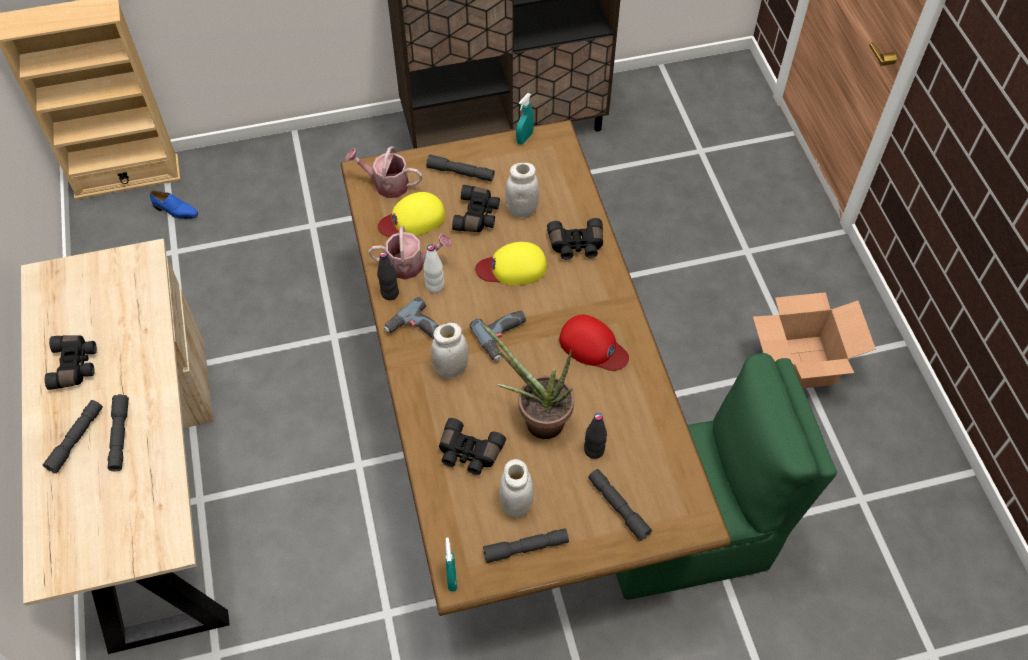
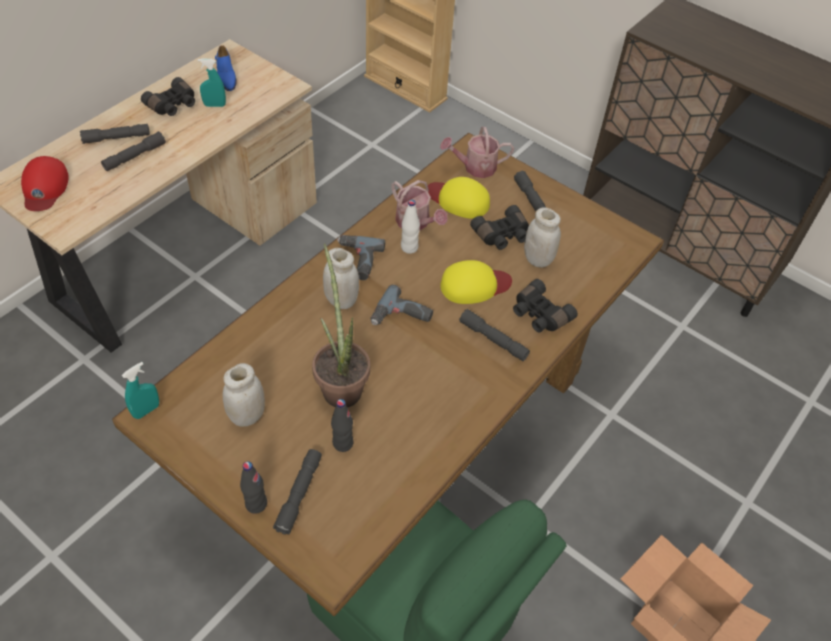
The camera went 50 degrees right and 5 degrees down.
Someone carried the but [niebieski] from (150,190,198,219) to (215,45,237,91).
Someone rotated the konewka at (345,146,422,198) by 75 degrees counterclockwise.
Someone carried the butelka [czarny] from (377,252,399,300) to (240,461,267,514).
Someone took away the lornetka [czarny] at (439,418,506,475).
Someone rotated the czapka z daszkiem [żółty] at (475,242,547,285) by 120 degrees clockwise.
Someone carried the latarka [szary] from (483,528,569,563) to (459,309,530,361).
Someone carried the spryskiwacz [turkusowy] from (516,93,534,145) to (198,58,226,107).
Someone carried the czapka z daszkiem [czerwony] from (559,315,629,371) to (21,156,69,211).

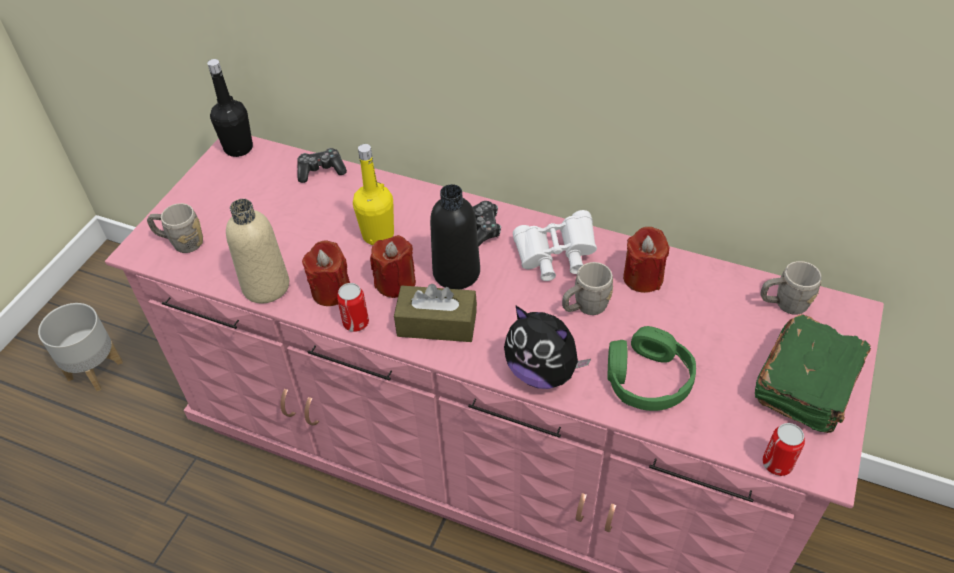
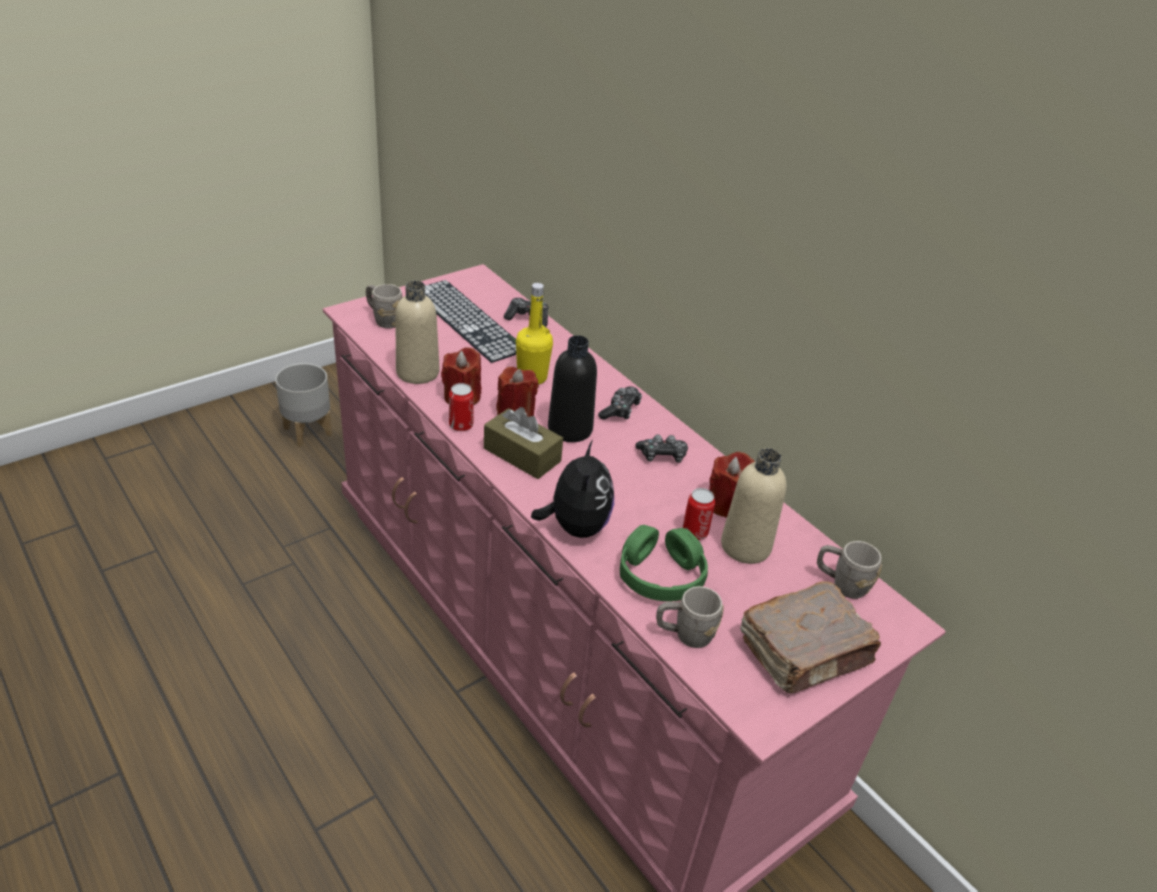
The camera went 25 degrees right and 10 degrees down.
Someone took away the butelka [czarny] at (207,59,253,157).
Someone rotated the pluszak at (504,305,591,389) by 150 degrees counterclockwise.
Someone swapped the lornetka [biały] at (513,210,597,281) for the pad do gier at (635,435,688,463).
Someone carried the kubek [szary] from (562,262,613,315) to (656,586,724,648).
Someone repainted the książka [zielony] at (755,314,871,433), which became the książka [brązowy] at (740,581,881,694).
Someone carried the puszka from (762,423,805,476) to (682,488,715,540).
Someone put down the klawiatura at (425,280,516,363).
Someone put down the butelka [beżowy] at (721,448,786,564).

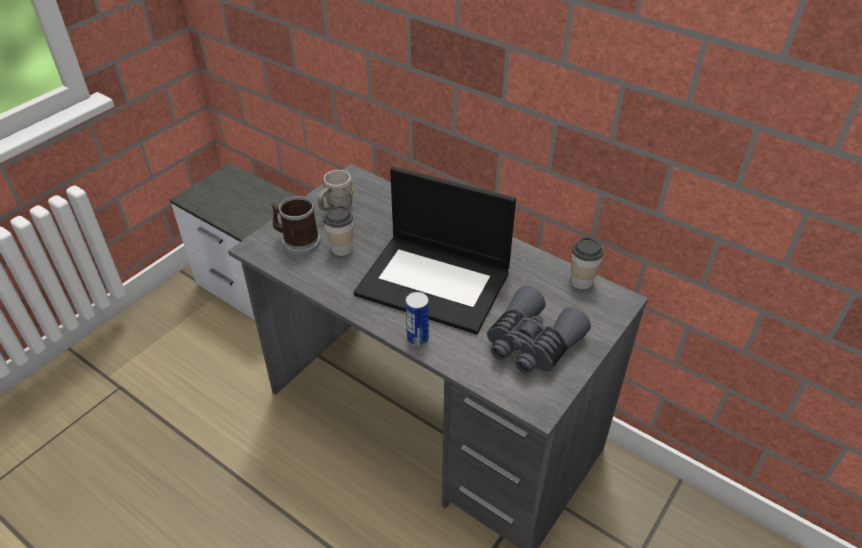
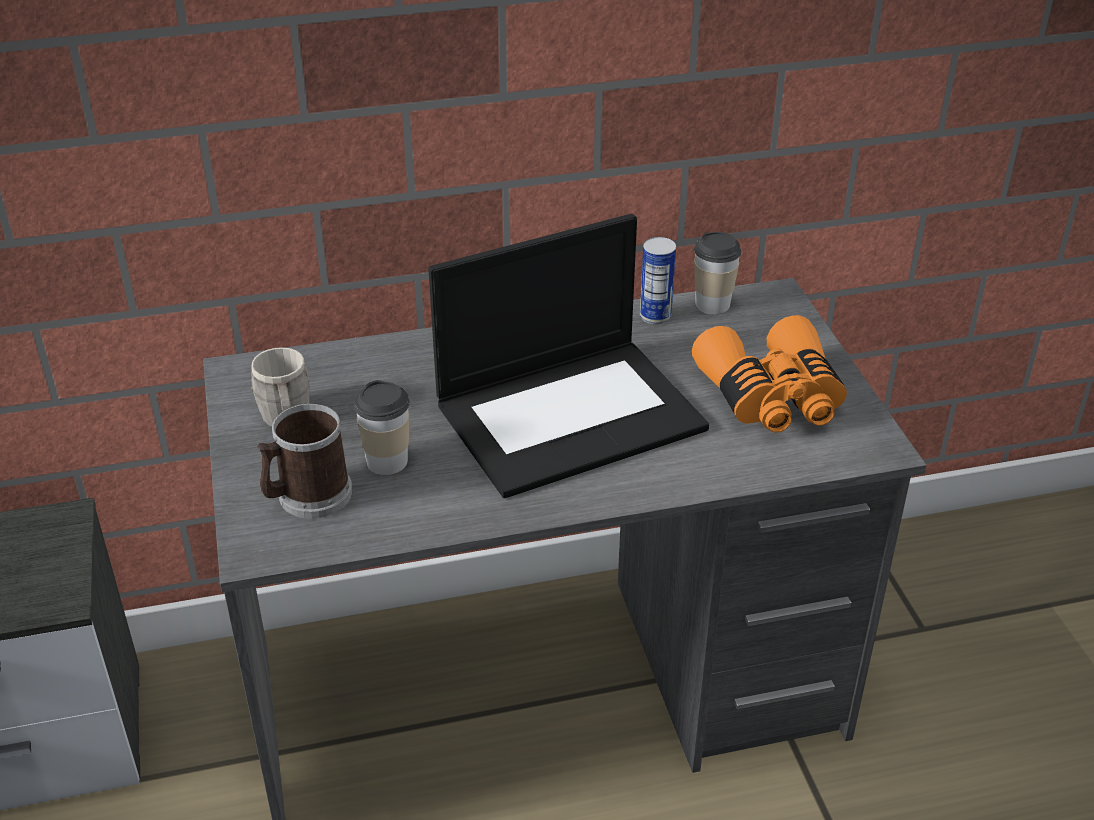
The camera went 50 degrees left and 5 degrees down.
Someone carried the puszka from (406,292,429,347) to (640,237,676,325).
Someone repainted the lornetka [szary] at (487,286,591,374), which became the lornetka [pomarańczowy] at (692,315,847,433).

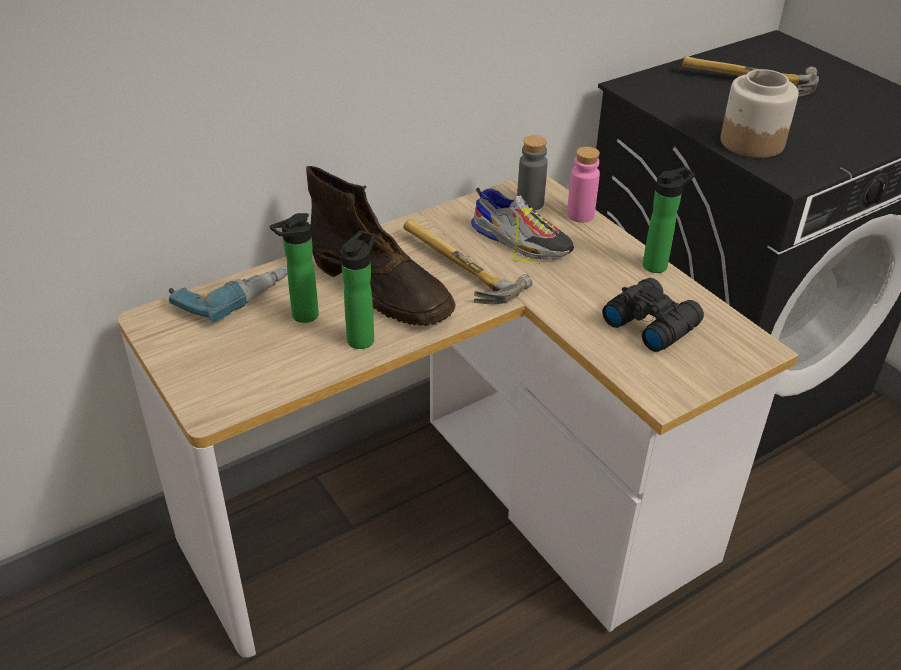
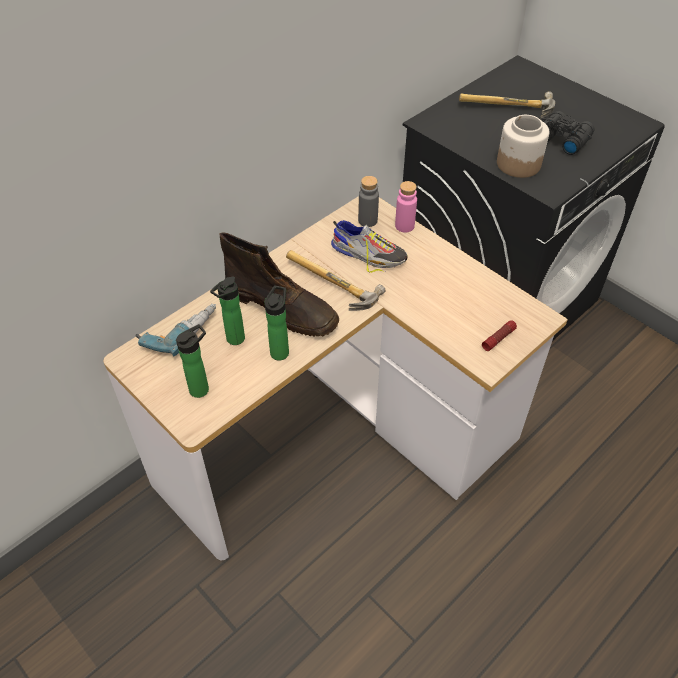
The camera went 10 degrees left and 10 degrees up.
Someone carried the lornetka [czarny] from (602,278,704,352) to (542,111,594,155).
Someone carried the butelka from (643,167,695,273) to (176,324,209,398).
Someone put down the latarka at (482,320,517,351).

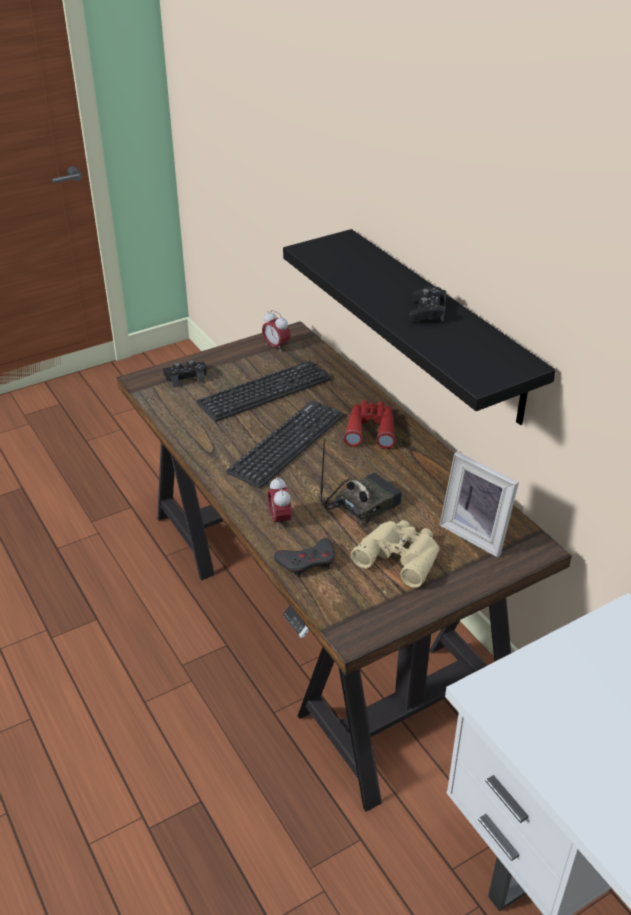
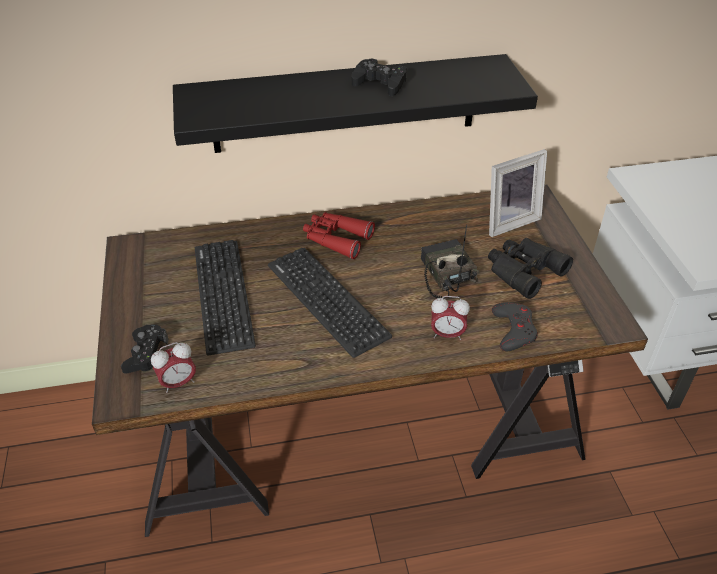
The camera went 70 degrees left and 5 degrees up.
Someone carried the budzik from (262,310,290,352) to (151,342,196,393).
Someone repainted the lornetka [beżowy] at (351,520,440,588), which became the lornetka [czarny] at (488,238,573,299).

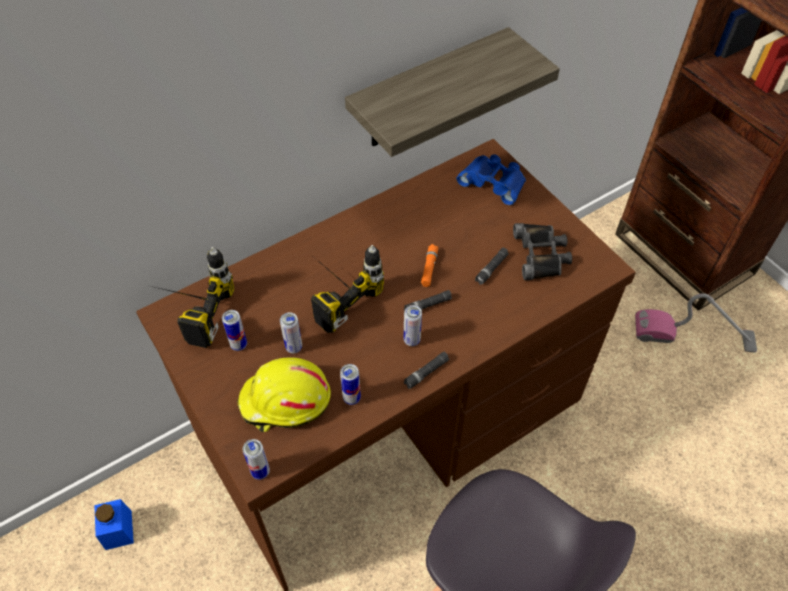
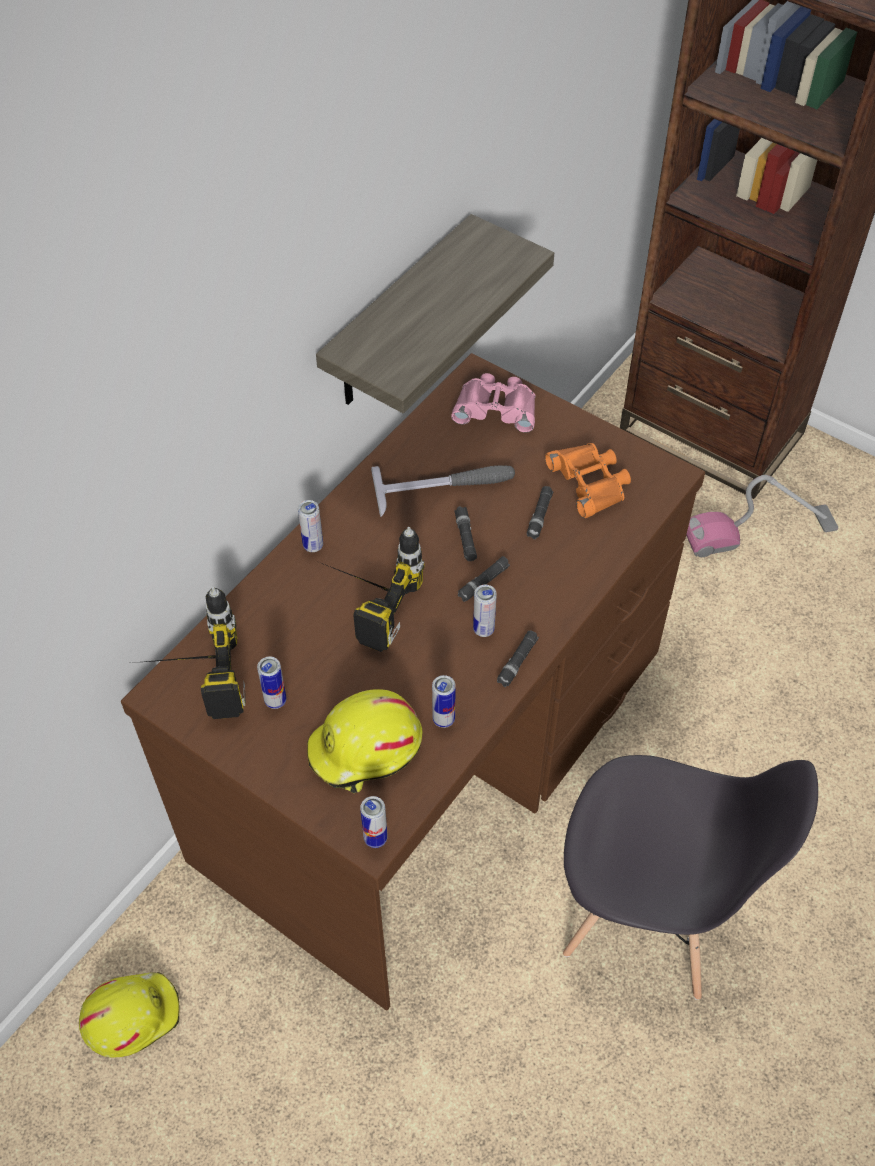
The camera went 20 degrees left and 0 degrees up.
Someone swapped the słoik [niebieski] at (94,499,134,550) for the kask [żółty] at (79,972,180,1058).
Someone carried the puszka from (280,312,302,354) to (298,500,323,552).
Someone repainted the latarka [pomarańczowy] at (421,244,438,287), which became the latarka [czarny] at (455,506,477,561).
Someone repainted the lornetka [niebieski] at (456,154,526,205), which became the lornetka [różowy] at (451,373,536,433).
Someone repainted the lornetka [czarny] at (513,223,572,280), which became the lornetka [pomarańczowy] at (545,443,631,518).
Someone put down the młotek at (371,465,515,517).

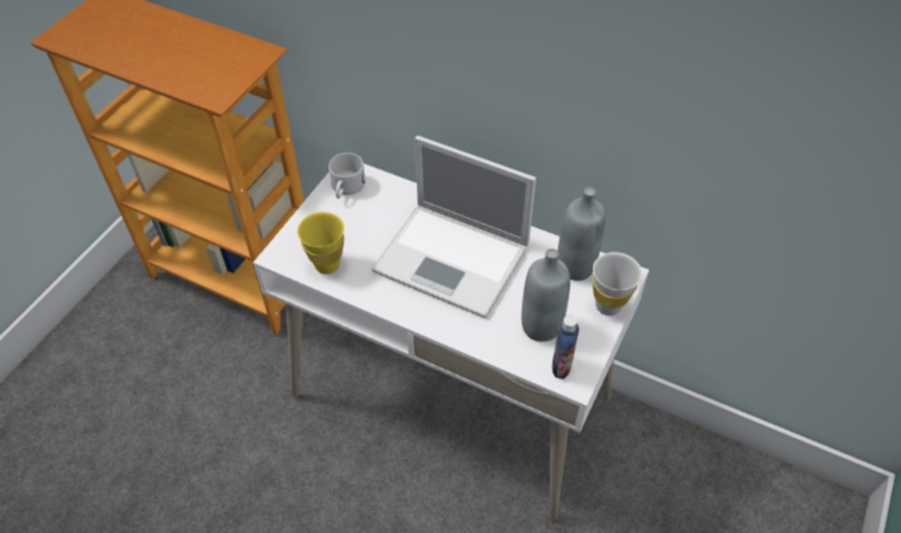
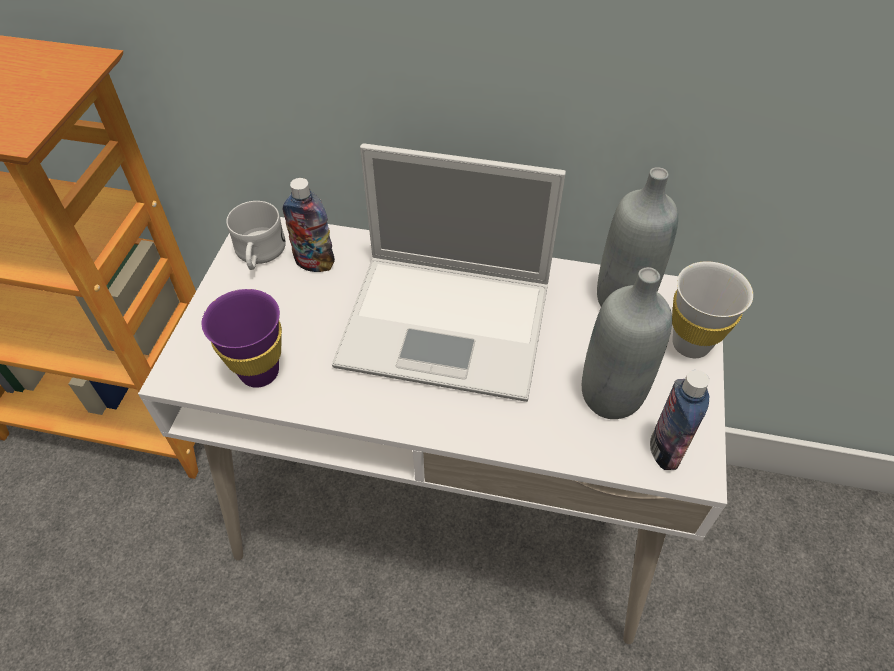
The camera went 15 degrees left and 0 degrees up.
Someone repainted the filiżanka [żółty] at (297,212,344,274), which became the filiżanka [fioletowy] at (202,289,282,388).
Someone put down the butelka at (282,178,335,272).

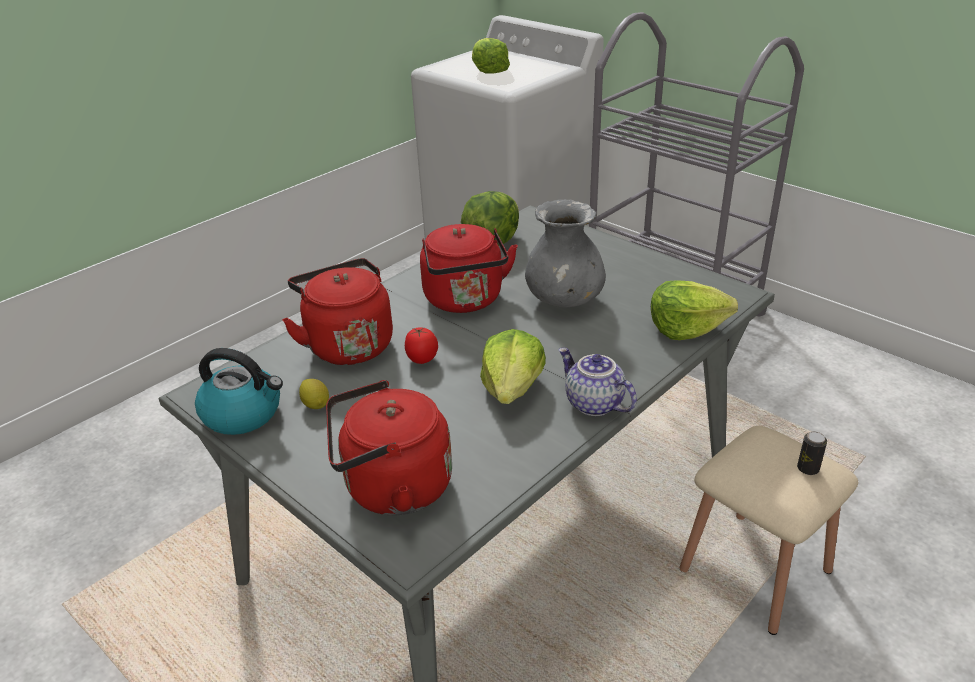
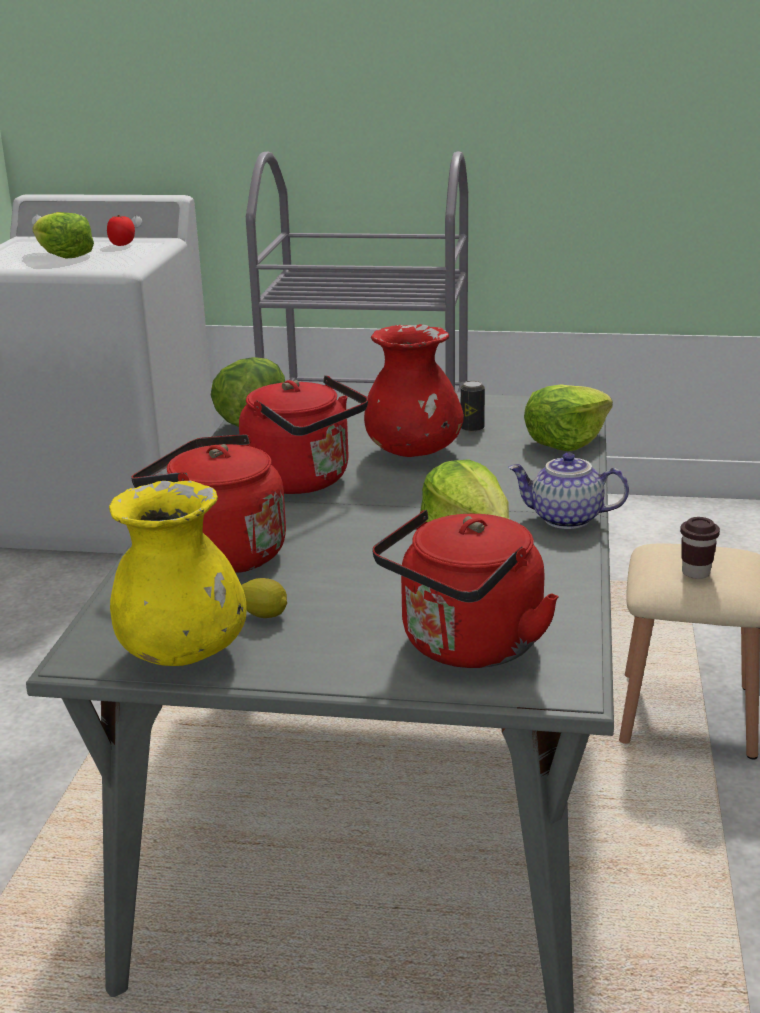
The camera went 35 degrees left and 10 degrees down.
Someone swapped the czajnik at (195,348,283,435) for the wazon [żółty] at (109,481,247,666).
Someone carried the pomidor from (405,327,438,364) to (107,215,135,246).
Someone repainted the wazon [szary] at (525,200,606,308), which became the wazon [czerwony] at (364,324,464,457).
Someone carried the puszka from (797,431,827,475) to (461,381,485,432).
Someone put down the filiżanka [brązowy] at (680,517,720,579).

